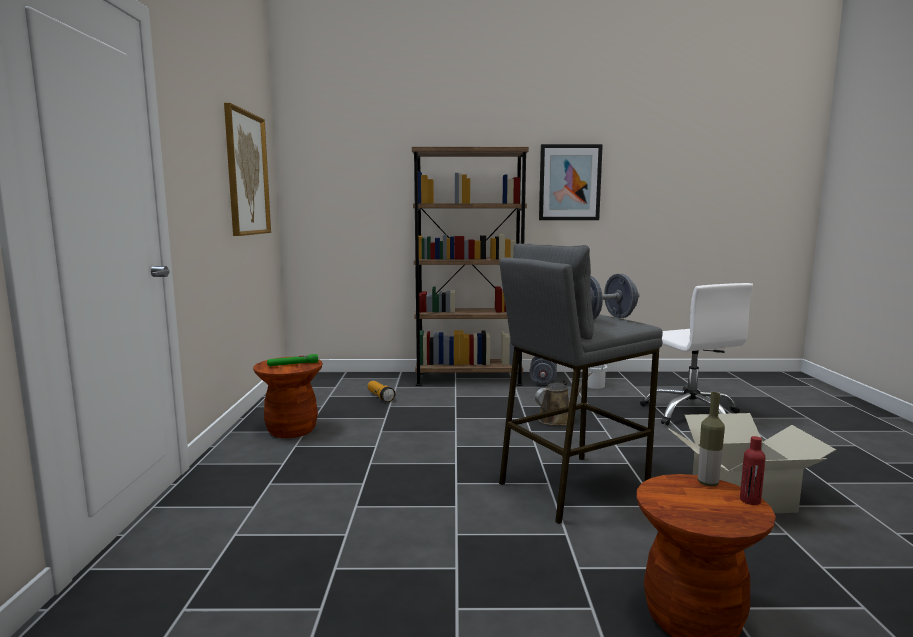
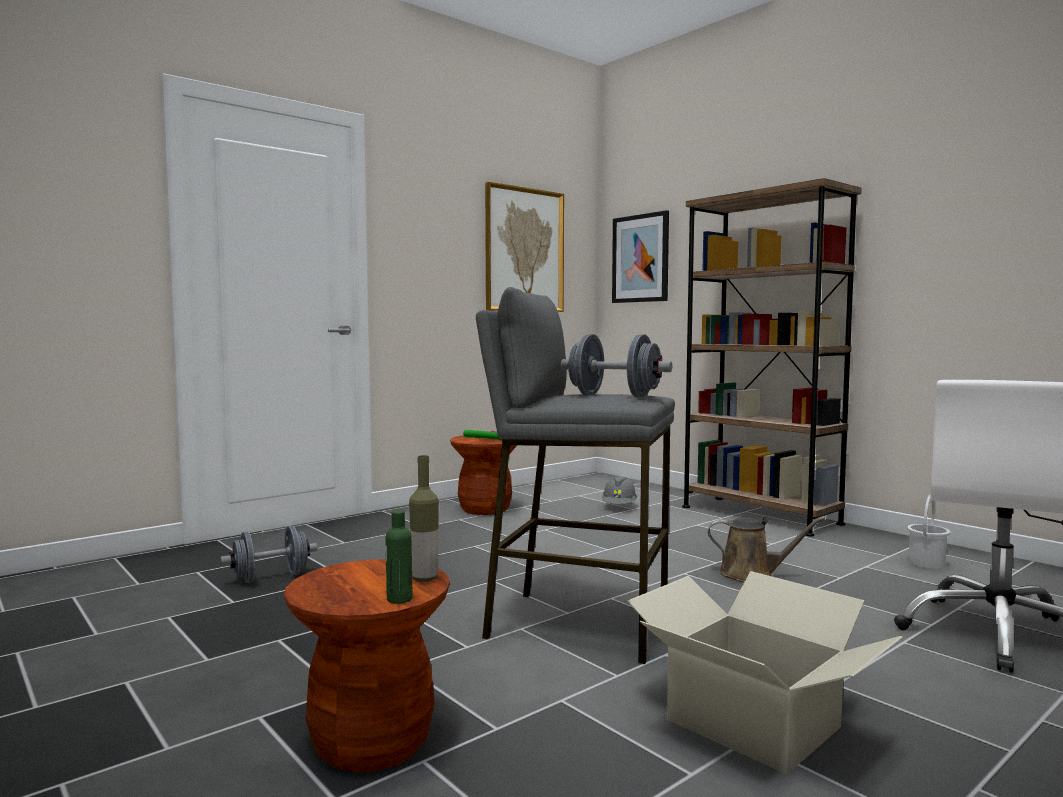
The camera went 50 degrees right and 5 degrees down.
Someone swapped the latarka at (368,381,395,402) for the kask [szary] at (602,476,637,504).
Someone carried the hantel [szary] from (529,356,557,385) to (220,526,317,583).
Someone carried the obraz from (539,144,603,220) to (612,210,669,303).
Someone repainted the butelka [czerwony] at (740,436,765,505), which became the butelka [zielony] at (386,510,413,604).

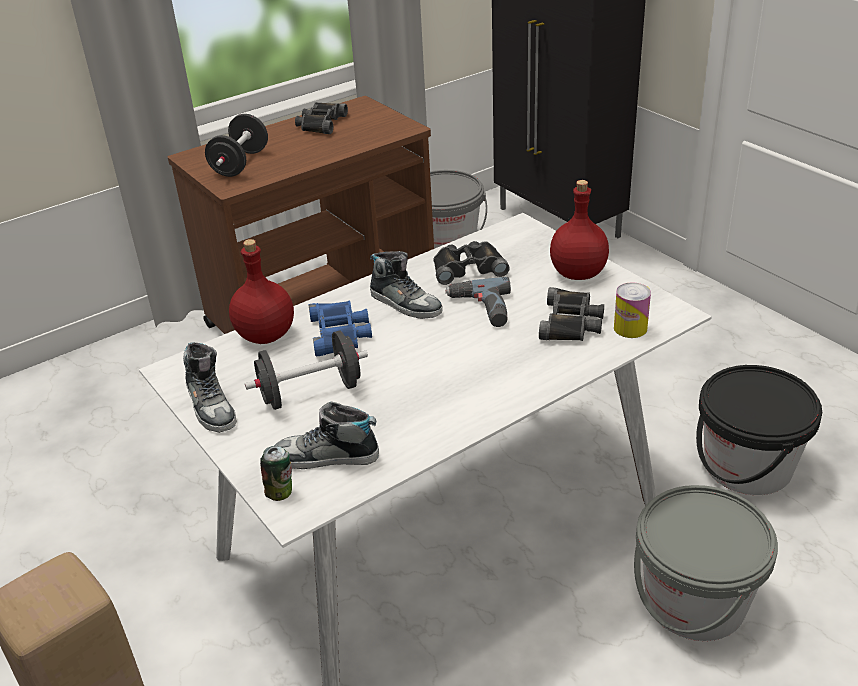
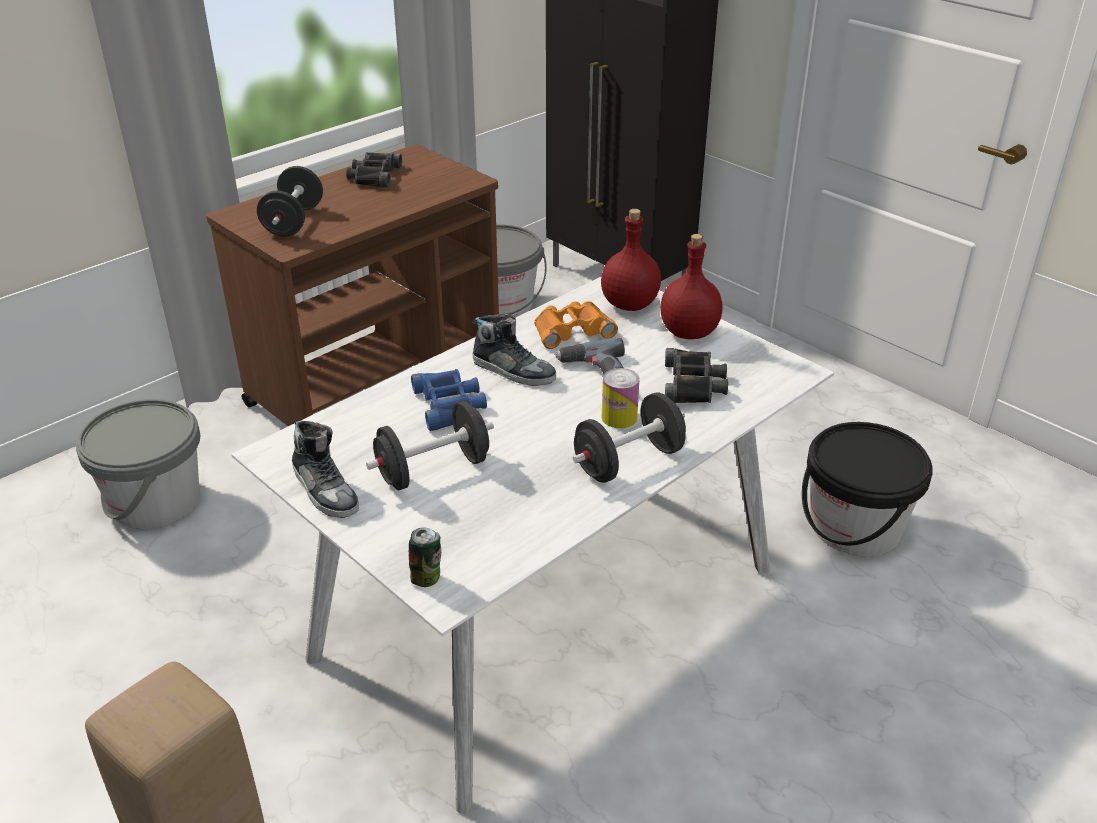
The camera went 10 degrees left and 0 degrees up.
Someone carried the butelka [czerwony] from (229,239,294,344) to (601,209,661,311).
Someone took away the but at (274,402,379,469).
Someone repainted the lornetka [czarny] at (433,241,510,285), which became the lornetka [pomarańczowy] at (534,301,618,349).
Someone carried the puszka from (614,282,651,338) to (602,368,639,428).
Someone carried the wiadro [szary] from (634,485,778,641) to (76,399,201,529).
Someone put down the hantel [czarny] at (573,392,686,483).

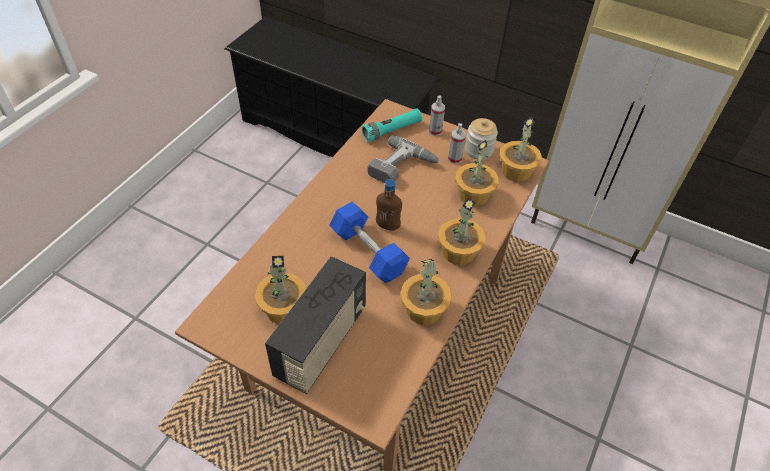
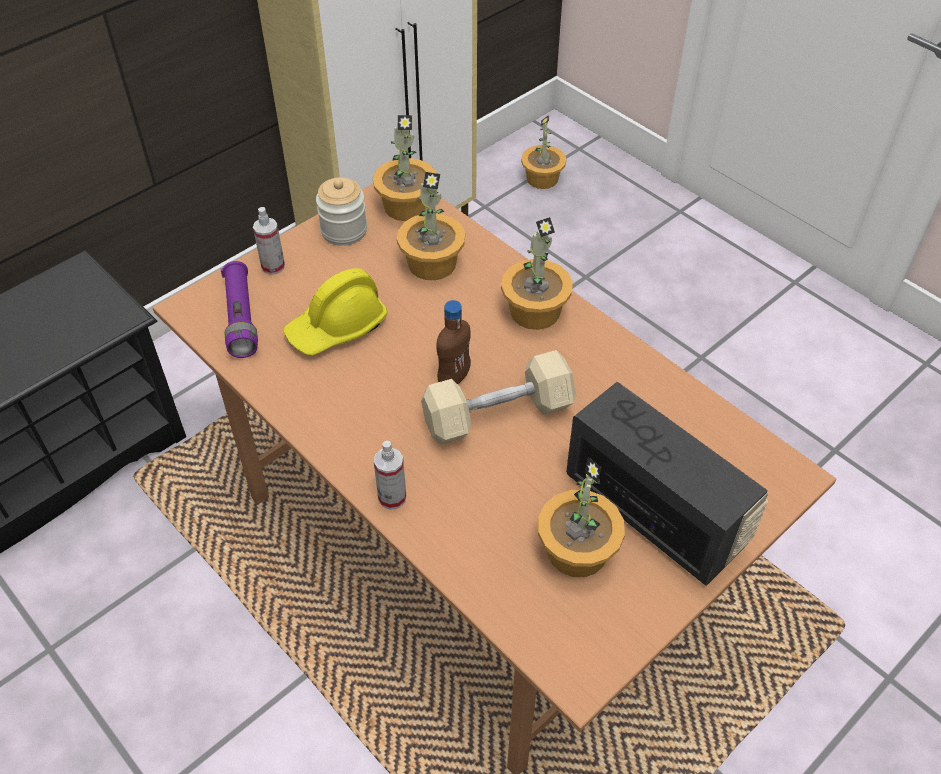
The camera went 70 degrees left and 0 degrees up.
Someone repainted the hantel [niebieski] at (329,202,410,283), which became the hantel [beżowy] at (421,350,576,445).
Someone repainted the latarka [turkusowy] at (362,109,422,142), which became the latarka [fioletowy] at (221,261,258,358).
Someone swapped the wiertarka at (367,135,440,183) for the kask [żółty] at (283,268,387,355).
Someone carried the roślina doniczkowa from (401,259,452,325) to (521,115,567,189).
Someone carried the spryskiwacz from (448,123,466,164) to (374,441,406,510).

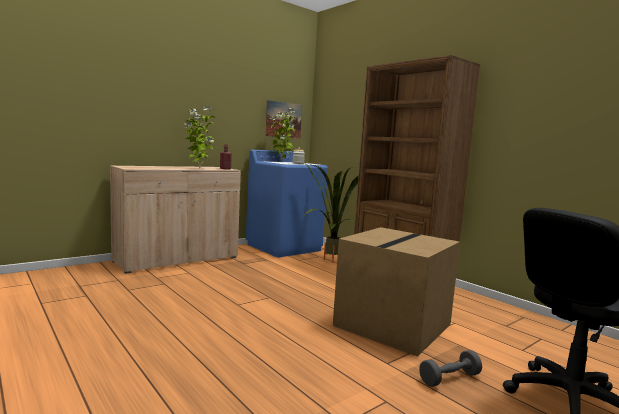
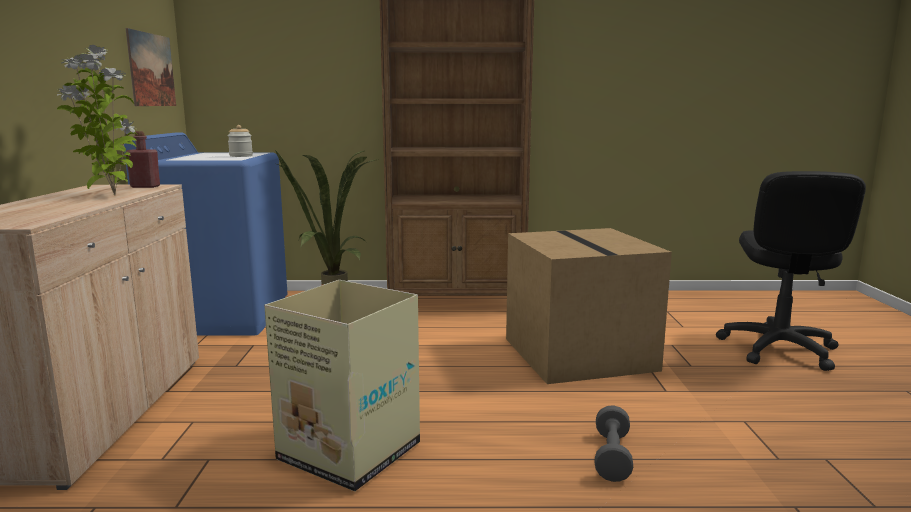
The camera went 50 degrees left and 5 degrees up.
Someone took away the roślina doniczkowa at (269,108,296,162).
Someone carried the hantel [szary] from (419,350,482,387) to (595,405,633,482).
Someone put down the karton at (264,280,420,491).

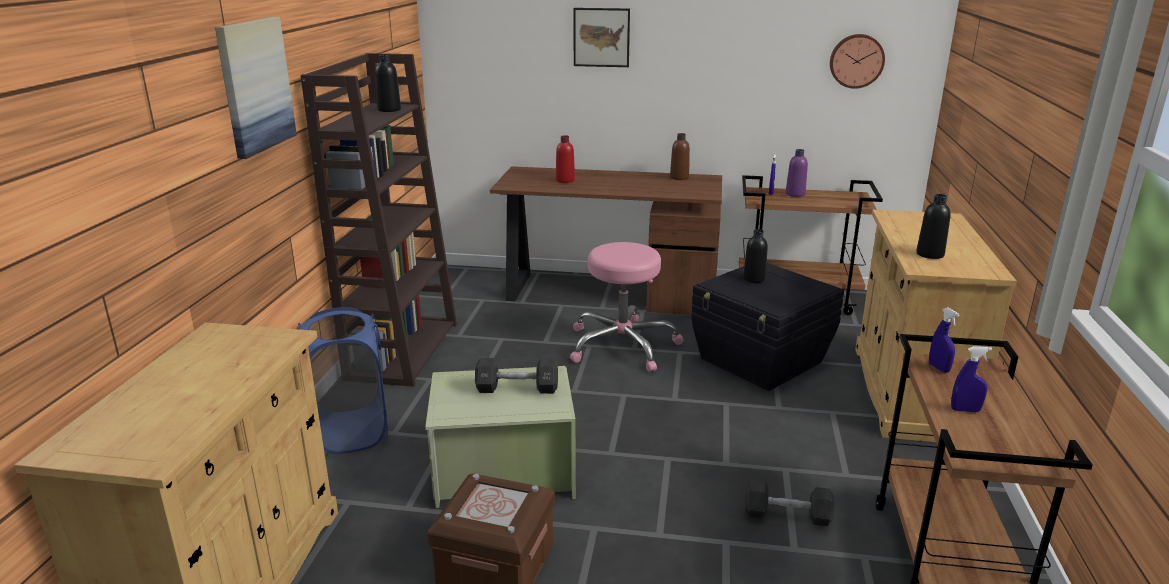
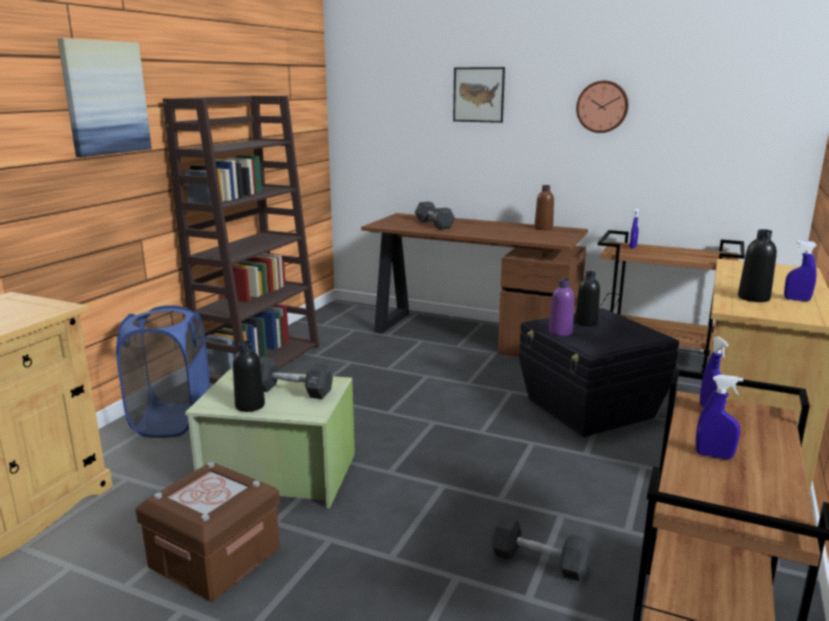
The camera went 15 degrees right and 5 degrees down.
Someone carried the butelka [czarny] from (375,54,401,112) to (233,341,265,412).
Someone swapped the butelka [czerwony] at (556,135,575,183) for the hantel [czarny] at (415,202,455,229).
Someone took away the stołek [różowy] at (570,242,684,372).
Someone carried the butelka [fioletowy] from (786,149,808,197) to (549,279,574,336).
Someone carried the zegar ścienny from (830,34,885,89) to (576,81,628,133).
Someone put down the spryskiwacz [niebieski] at (784,240,817,301).

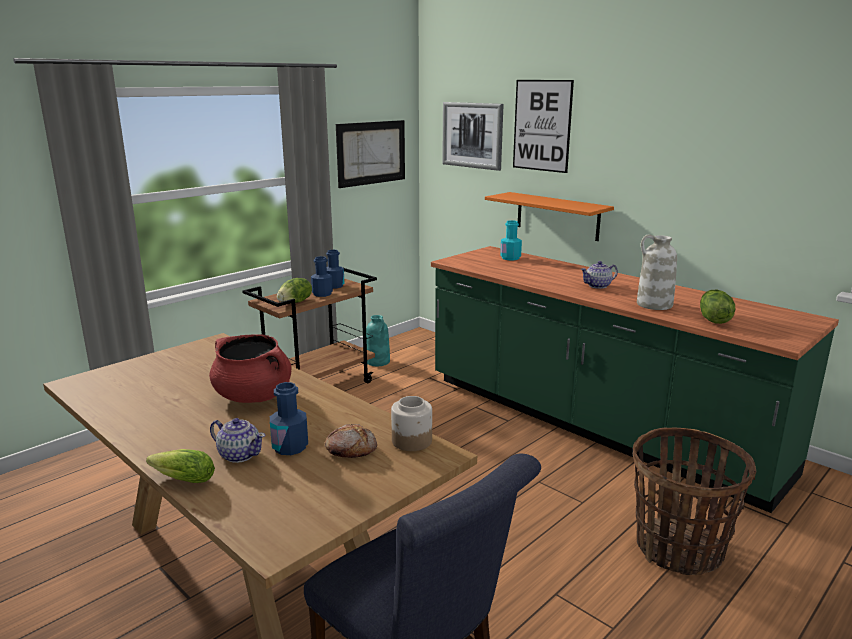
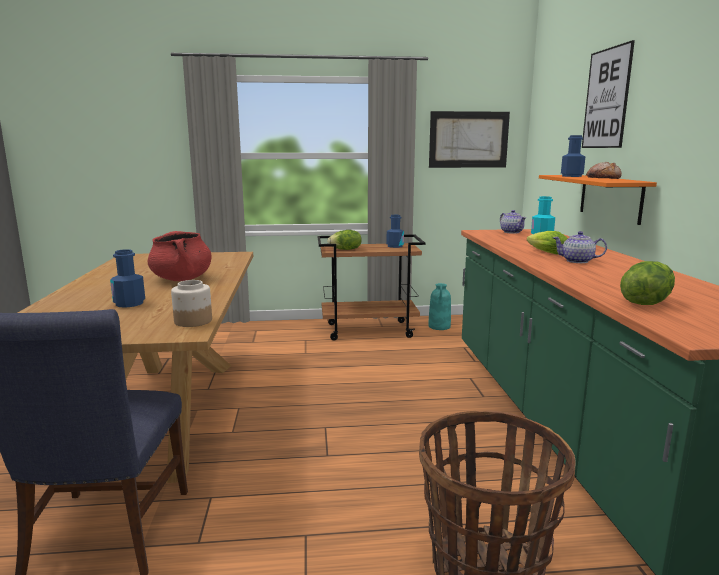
The camera went 40 degrees right and 5 degrees down.
Someone carried the sałata from (146,449,215,483) to (527,231,568,255).
Someone carried the imbryk from (210,418,265,463) to (500,210,526,234).
Someone carried the butelka [niebieski] from (311,256,333,297) to (561,135,586,177).
Someone carried the chleb from (325,424,377,458) to (586,162,622,179).
Someone took away the obraz at (442,102,503,171).
Someone took away the wazon [biały] at (637,234,677,310).

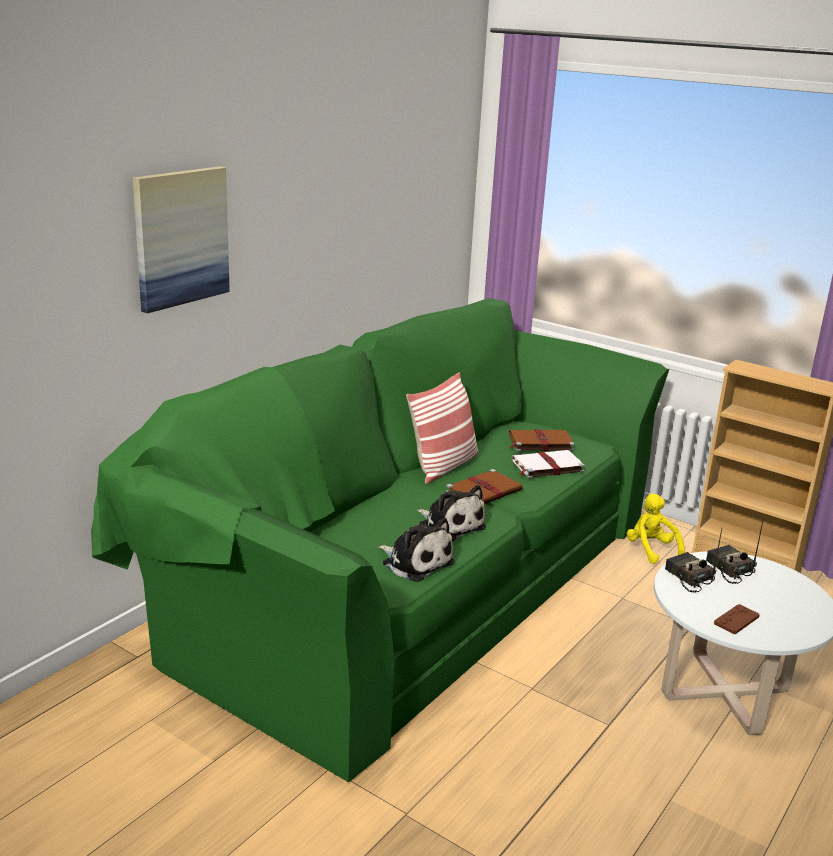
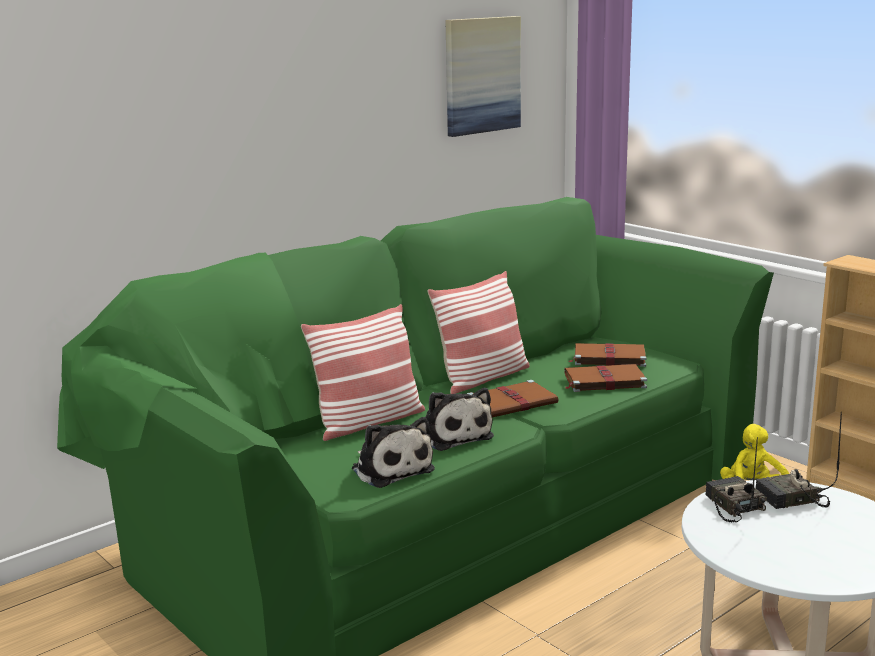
The camera went 15 degrees right and 5 degrees down.
Someone carried the obraz from (132,166,230,313) to (445,16,521,137).
Someone repainted the książka [biały] at (512,450,585,478), which became the książka [brązowy] at (564,364,647,392).
Someone rotated the radio at (706,521,763,584) by 90 degrees counterclockwise.
Someone took away the pad do gier [brązowy] at (714,604,760,634).
Someone put down the poduszka at (301,304,425,441).

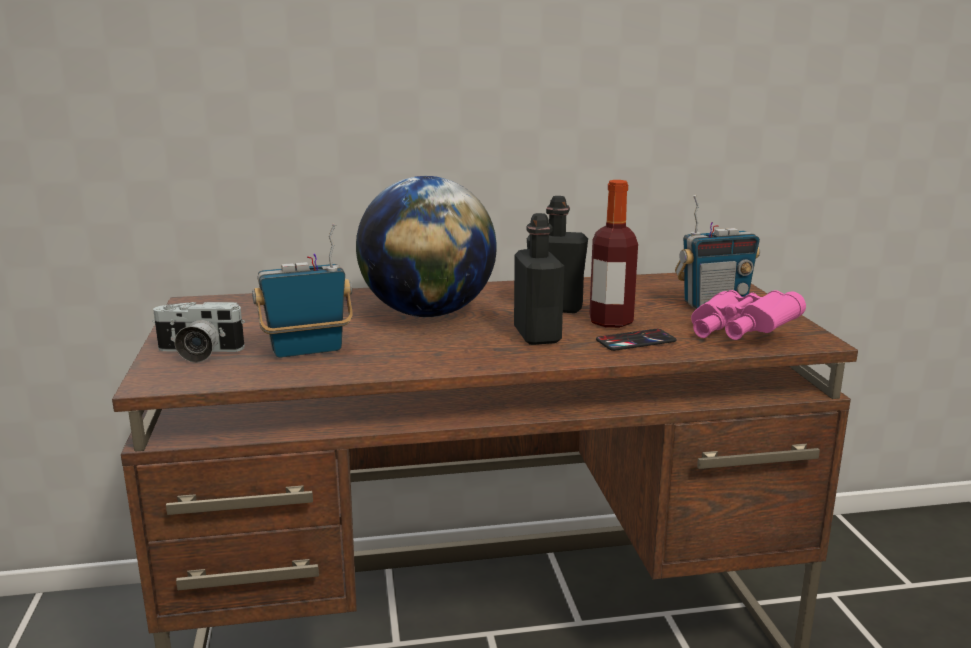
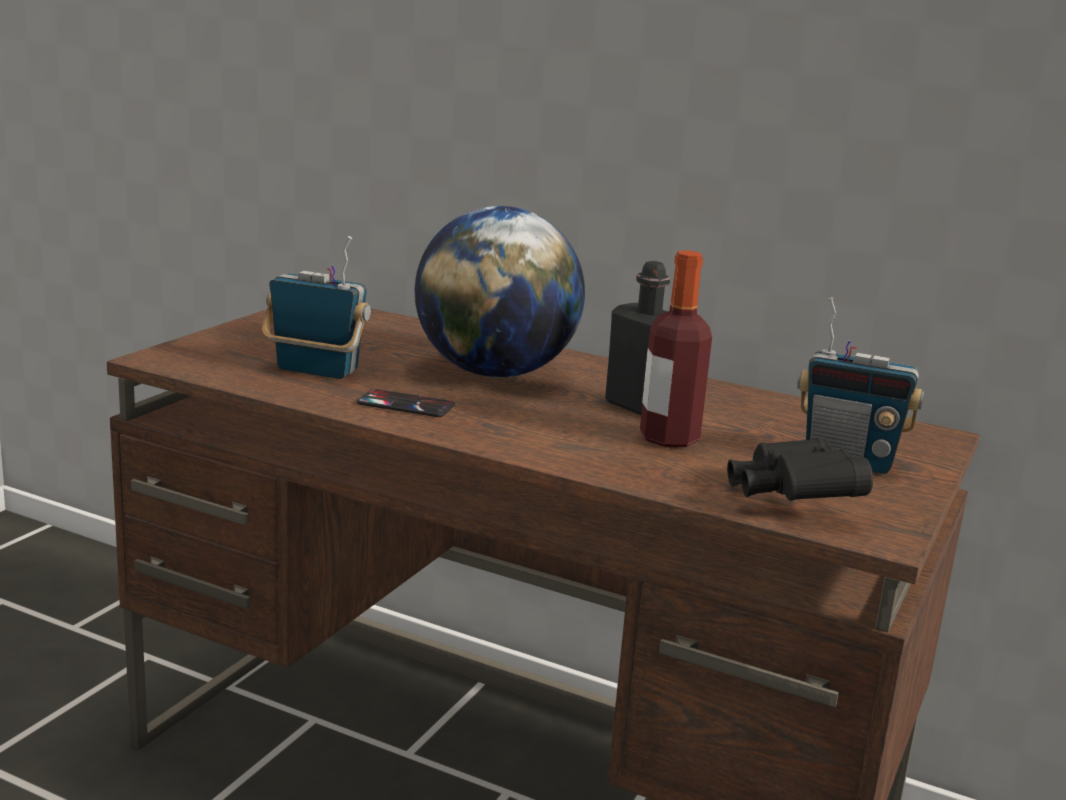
The camera went 35 degrees right and 0 degrees up.
Someone took away the aparat fotograficzny at (152,302,245,363).
Someone took away the butelka [czarny] at (514,213,564,345).
Someone carried the telefon from (596,329,676,351) to (357,389,455,417).
Someone repainted the lornetka [różowy] at (691,290,806,340), which became the lornetka [czarny] at (727,438,873,501).

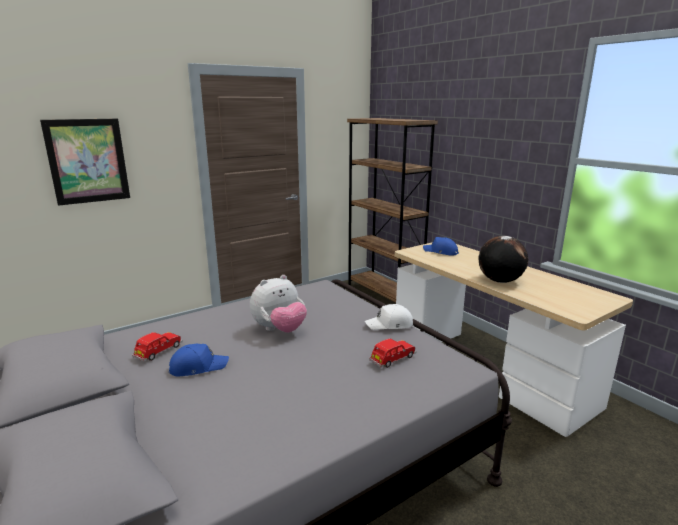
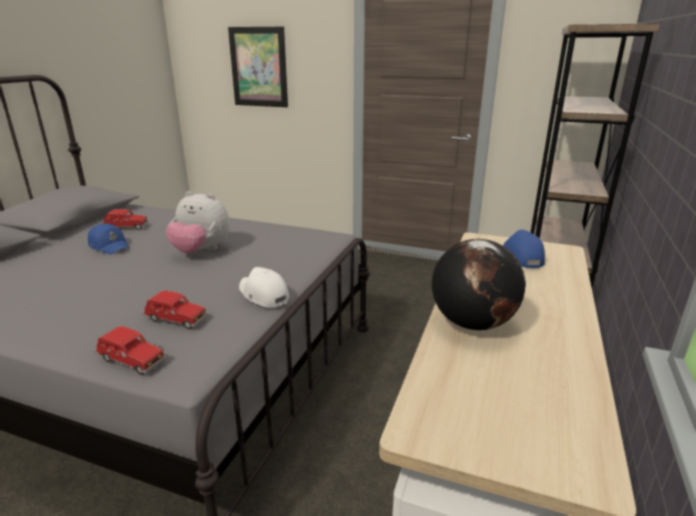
The camera went 55 degrees right and 5 degrees up.
Someone put down the samochodzik [czerwony] at (94,326,166,375).

